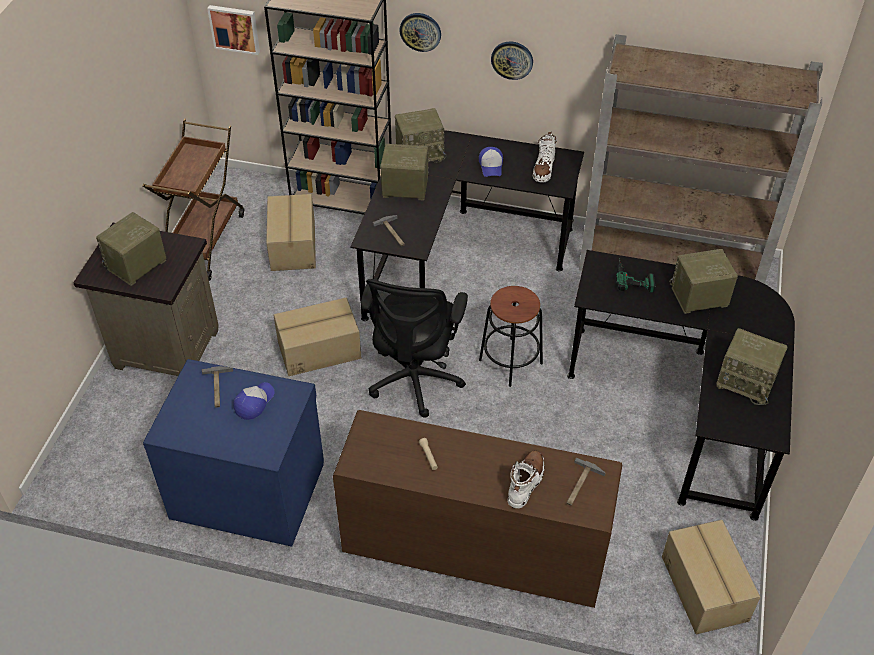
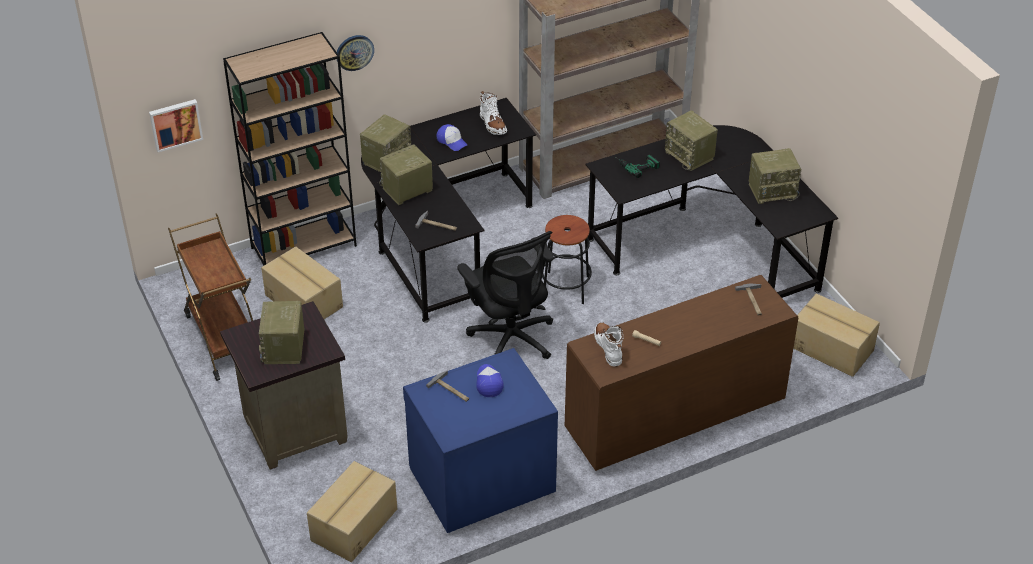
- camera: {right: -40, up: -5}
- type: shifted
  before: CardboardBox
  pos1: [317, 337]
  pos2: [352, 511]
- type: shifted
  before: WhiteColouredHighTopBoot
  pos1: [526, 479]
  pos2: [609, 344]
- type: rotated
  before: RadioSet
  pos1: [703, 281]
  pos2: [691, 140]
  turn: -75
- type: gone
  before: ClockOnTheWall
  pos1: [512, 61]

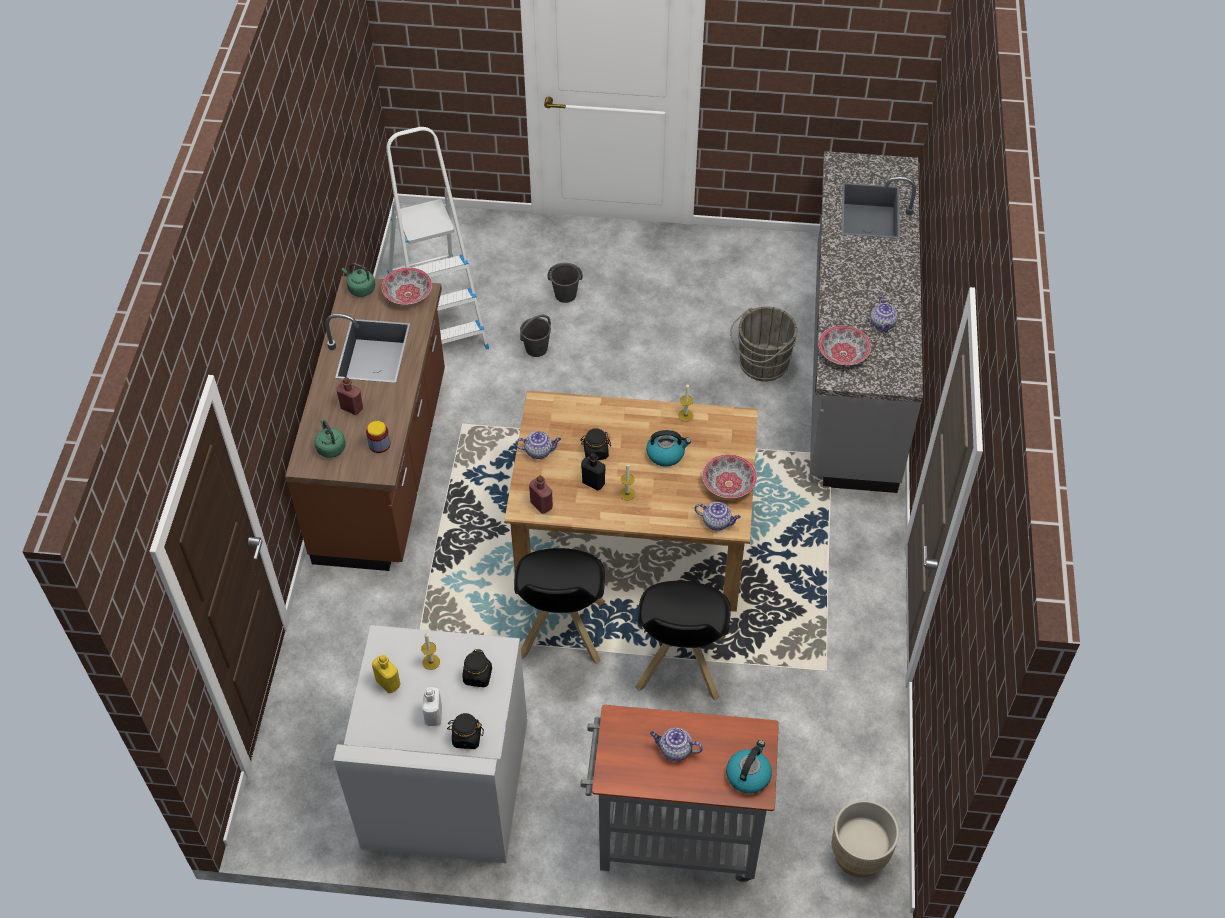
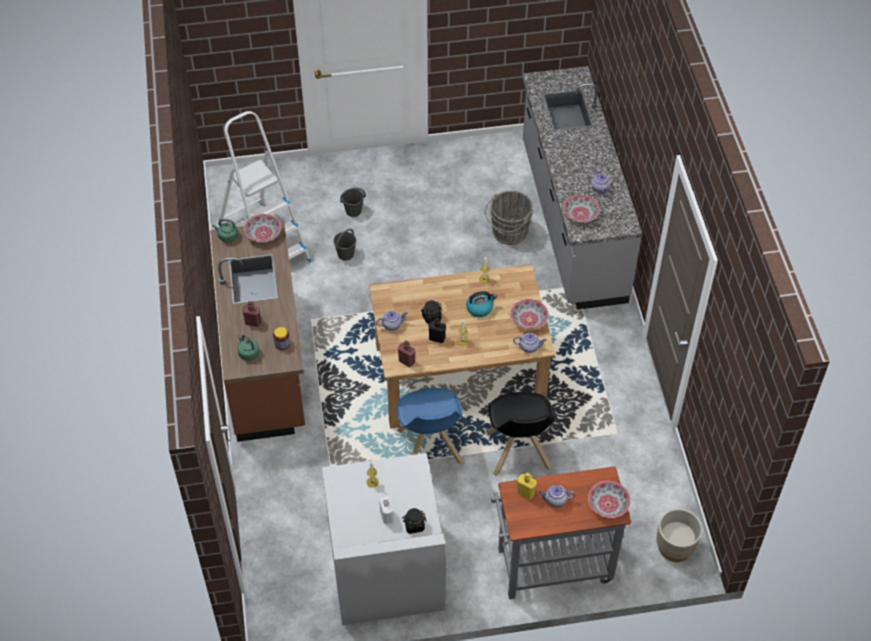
- camera: {right: -15, up: 0}
- type: repainted
  before: BlackColouredChair
  after: BluishChair
  pos1: [559, 606]
  pos2: [430, 426]
- type: shifted
  before: YellowishDrinkBottle
  pos1: [386, 674]
  pos2: [527, 486]
- type: swapped
  before: TeaKettle
  after: Bowl
  pos1: [749, 767]
  pos2: [609, 499]
- type: gone
  before: BlackColouredPreserveJar
  pos1: [477, 668]

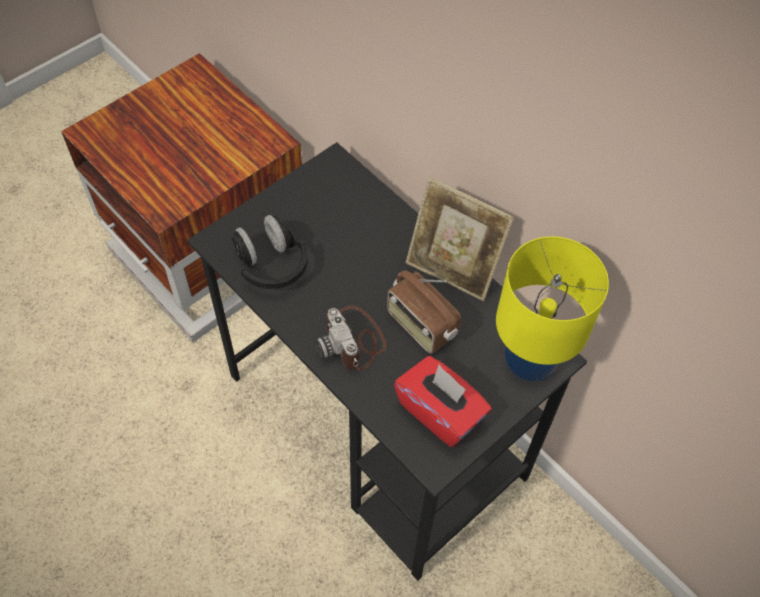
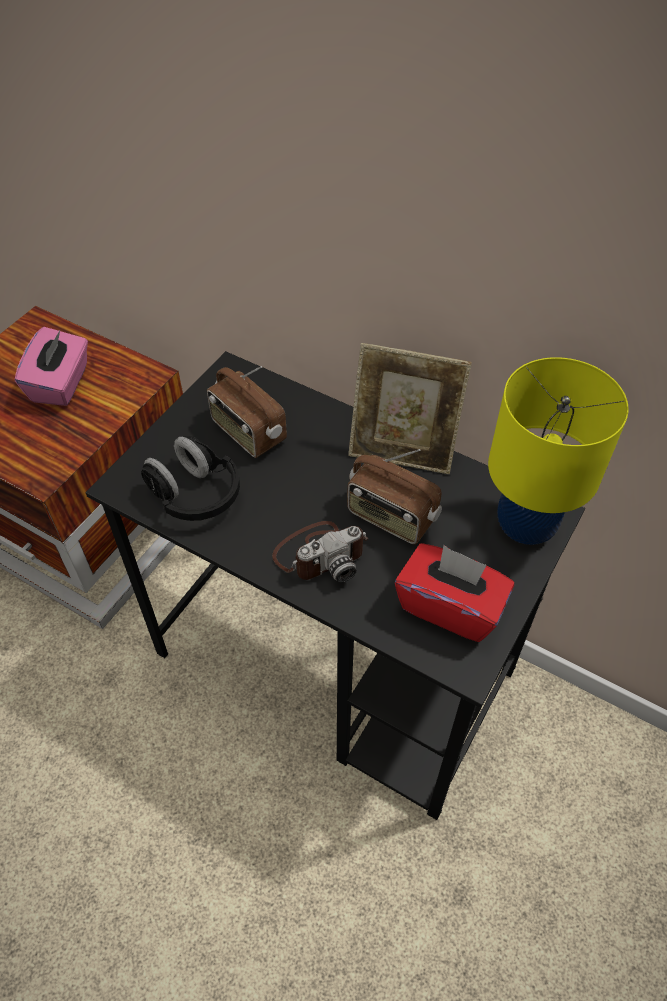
- camera: {right: -15, up: -5}
- type: new
  after: PinkTissueHolder
  pos2: [51, 366]
- type: new
  after: RadioSet
  pos2: [247, 412]
- type: rotated
  before: StillCamera
  pos1: [351, 338]
  pos2: [320, 551]
  turn: -75

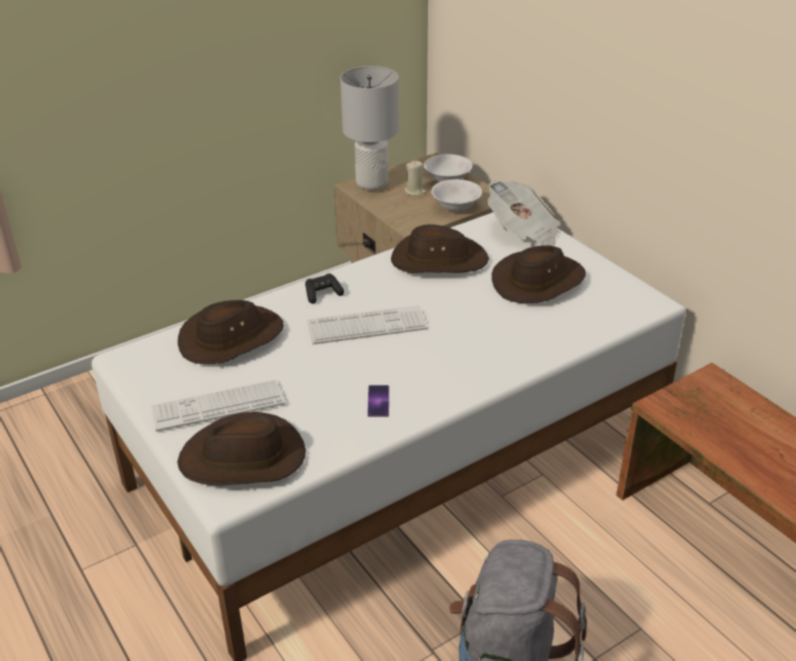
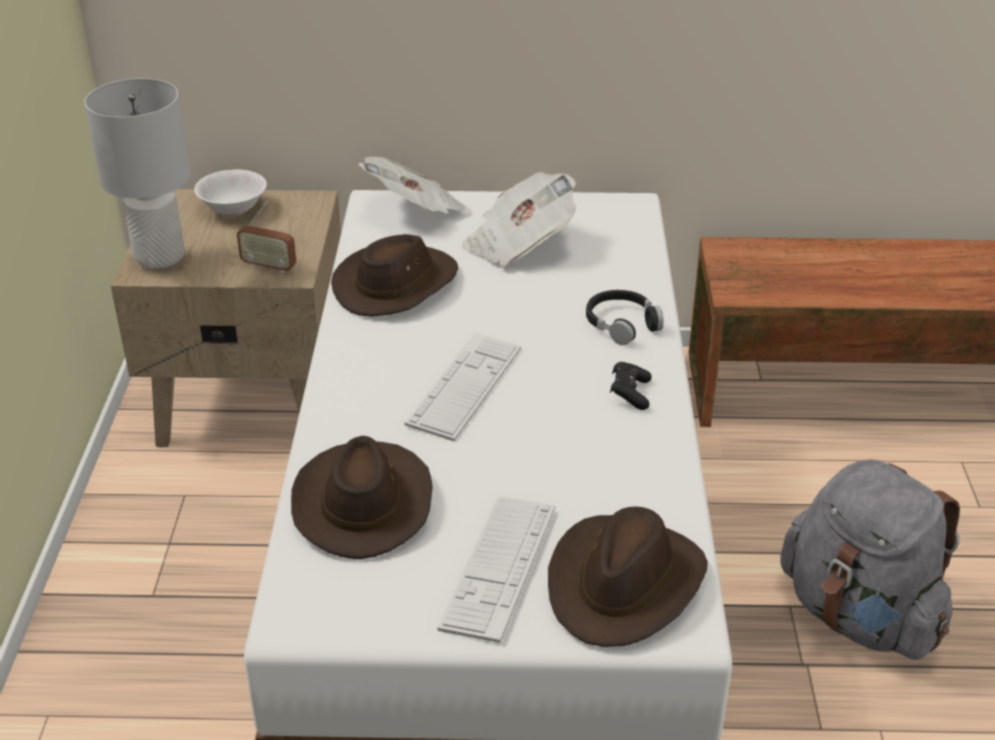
- camera: {right: -55, up: 0}
- type: new
  after: RadioSet
  pos2: [266, 237]
- type: swapped
  before: BrownWearableHat
  after: DailyPaper
  pos1: [539, 274]
  pos2: [519, 219]
- type: new
  after: BlackColouredPairOfHeadphones
  pos2: [625, 317]
- type: shifted
  before: BlackColouredGameController
  pos1: [324, 288]
  pos2: [631, 386]
- type: gone
  before: Phone
  pos1: [378, 401]
- type: gone
  before: BeigeColouredWaxCandle
  pos1: [415, 178]
- type: gone
  before: WhiteColouredBowl
  pos1: [456, 195]

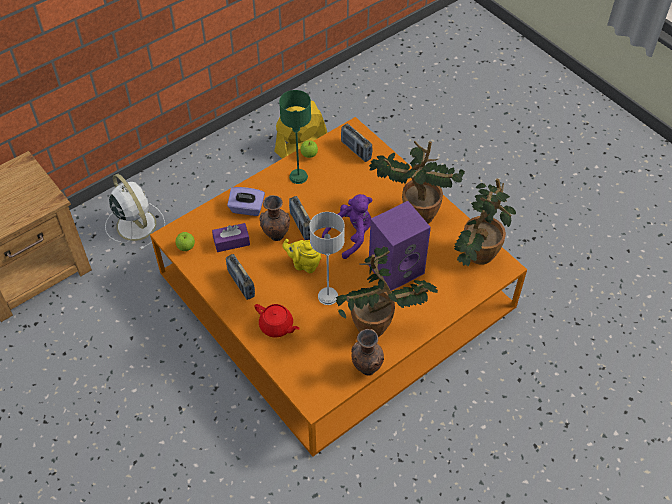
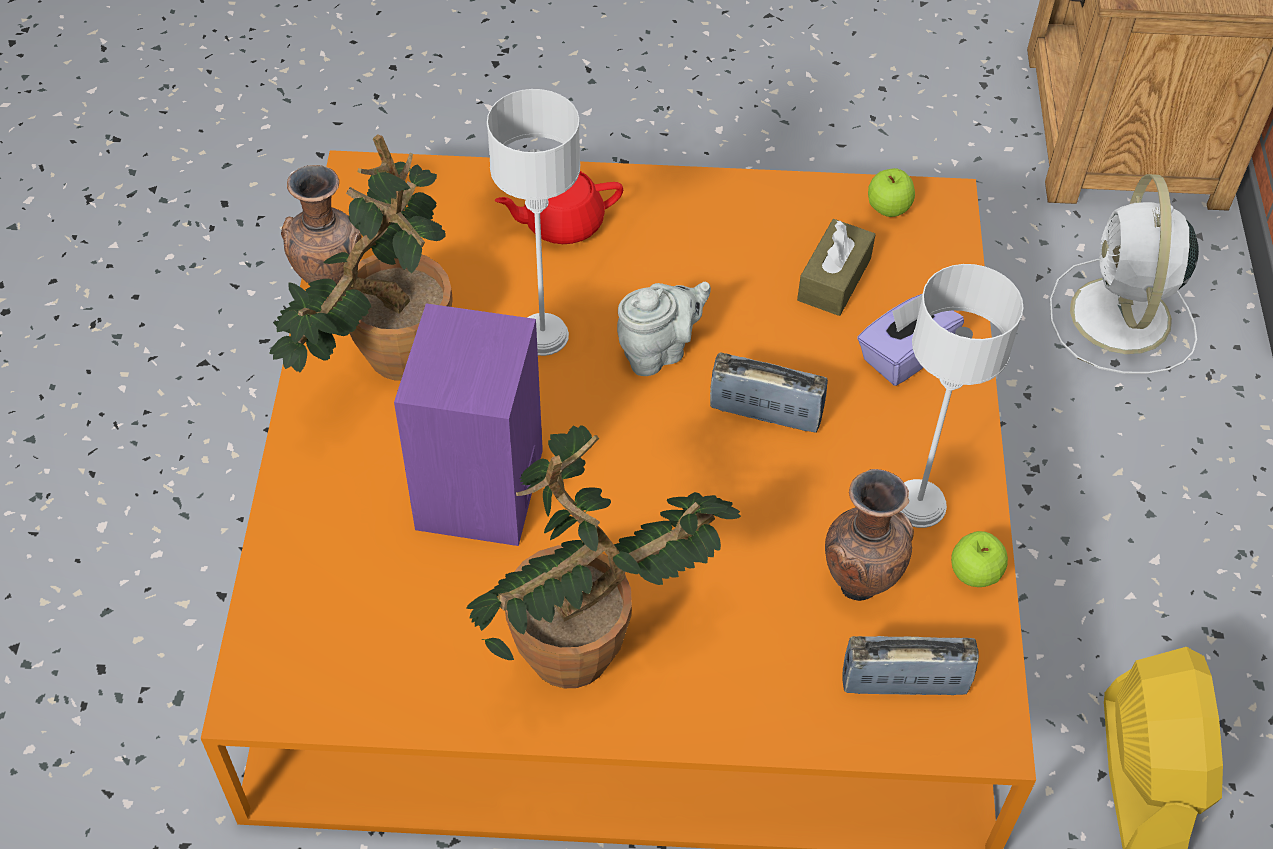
- camera: {right: 130, up: 0}
- type: repainted
  before: YellowishTeaPot
  after: GreyishTeaPot
  pos1: [302, 256]
  pos2: [664, 329]
- type: repainted
  before: PurplishTissueHolder
  after: BrownTissueHolder
  pos1: [231, 237]
  pos2: [836, 267]
- type: shifted
  before: BrownVase
  pos1: [275, 218]
  pos2: [869, 535]
- type: repainted
  before: GreenLampForATable
  after: GreyishLampForATable
  pos1: [295, 137]
  pos2: [962, 396]
- type: rotated
  before: WhiteColouredCoolingFan
  pos1: [135, 211]
  pos2: [1124, 274]
  turn: 90
- type: gone
  before: RadioSet
  pos1: [240, 277]
- type: gone
  before: PurplishSoftToy
  pos1: [347, 226]
- type: gone
  before: PottedPlant
  pos1: [485, 222]

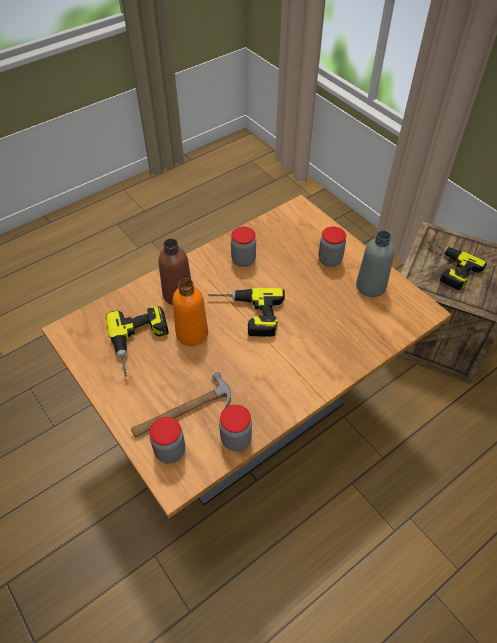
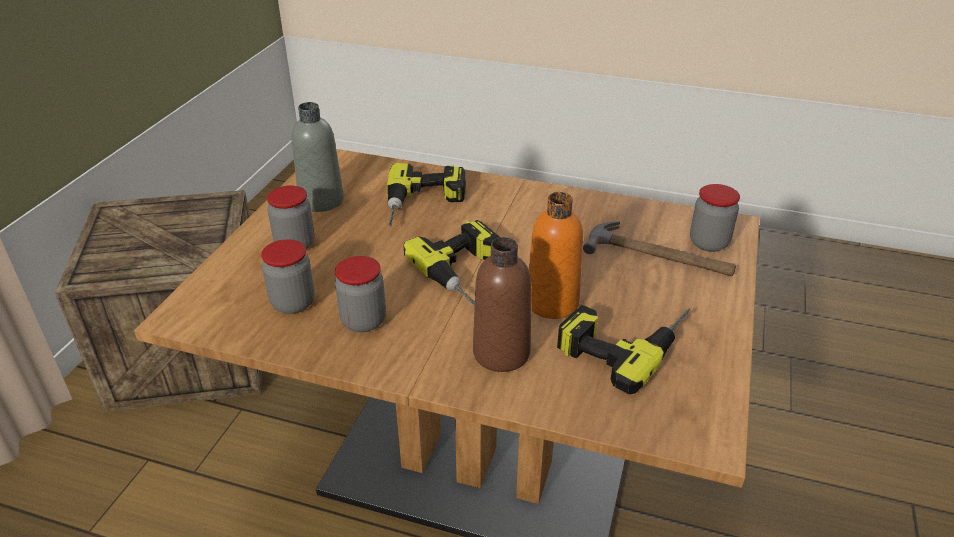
- camera: {right: -125, up: -15}
- type: shifted
  before: PreserveJar
  pos1: [235, 428]
  pos2: [287, 276]
- type: shifted
  before: ElectricDrill
  pos1: [456, 265]
  pos2: [426, 195]

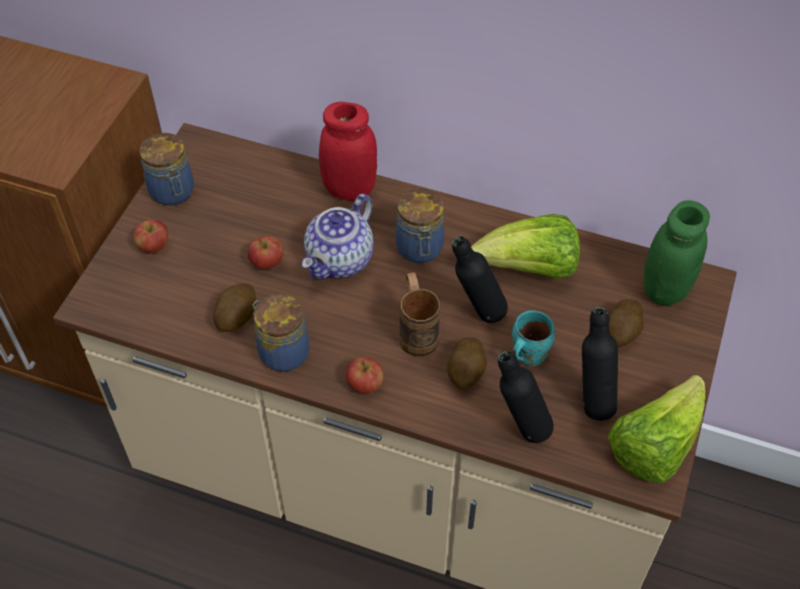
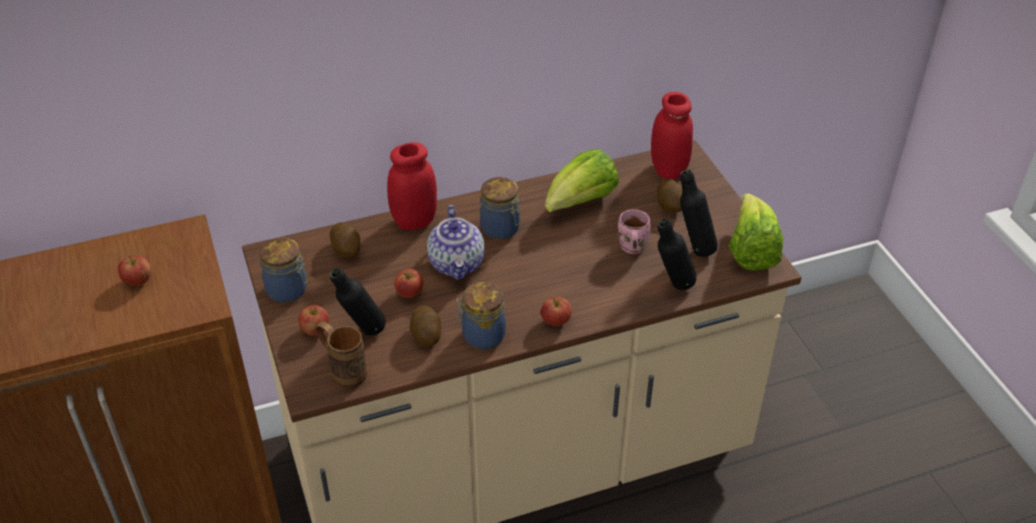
- camera: {right: -40, up: -10}
- type: new
  after: AppleFruit
  pos2: [134, 271]
- type: shifted
  before: BrownCoffeeMug
  pos1: [420, 314]
  pos2: [341, 354]
- type: shifted
  before: WholePotato
  pos1: [467, 363]
  pos2: [345, 240]
- type: shifted
  before: BlackColouredDrinkBottle
  pos1: [480, 279]
  pos2: [358, 302]
- type: repainted
  before: TurquoiseColouredCoffeeMug
  after: PinkCoffeeMug
  pos1: [533, 338]
  pos2: [634, 231]
- type: repainted
  before: GreenPreserveJar
  after: RedPreserveJar
  pos1: [677, 253]
  pos2: [672, 135]

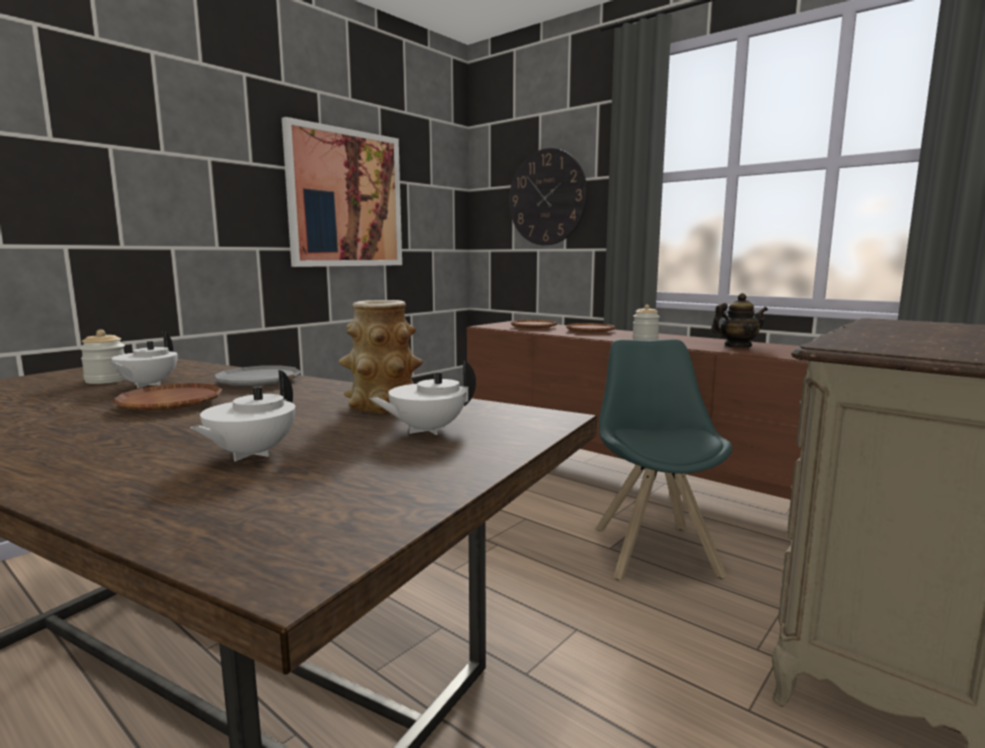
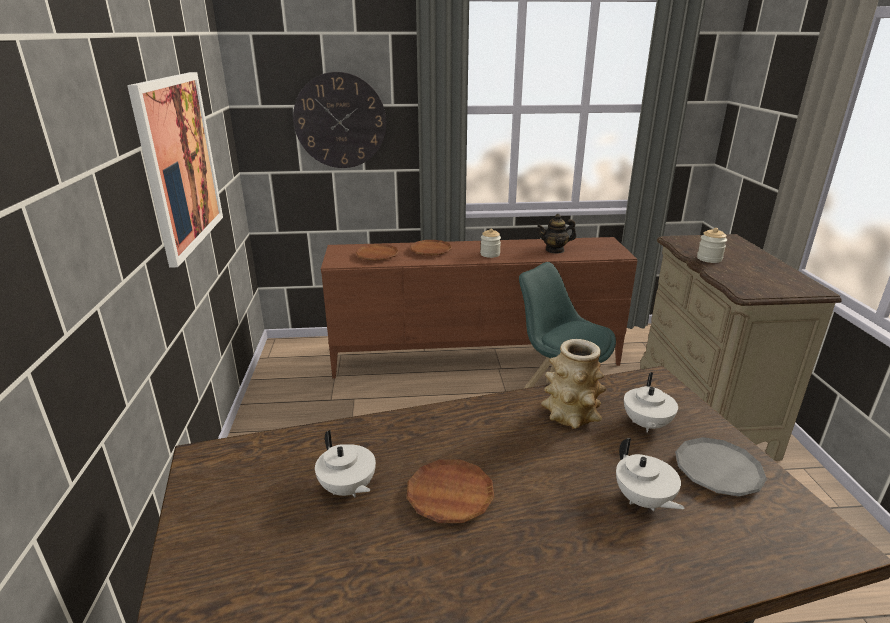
- camera: {right: -45, up: 15}
- type: rotated
  before: TeaPot
  pos1: [739, 320]
  pos2: [556, 234]
  turn: -135
- type: shifted
  before: GreyishDinnerPlate
  pos1: [257, 375]
  pos2: [721, 467]
- type: shifted
  before: PreserveJar
  pos1: [103, 357]
  pos2: [712, 245]

